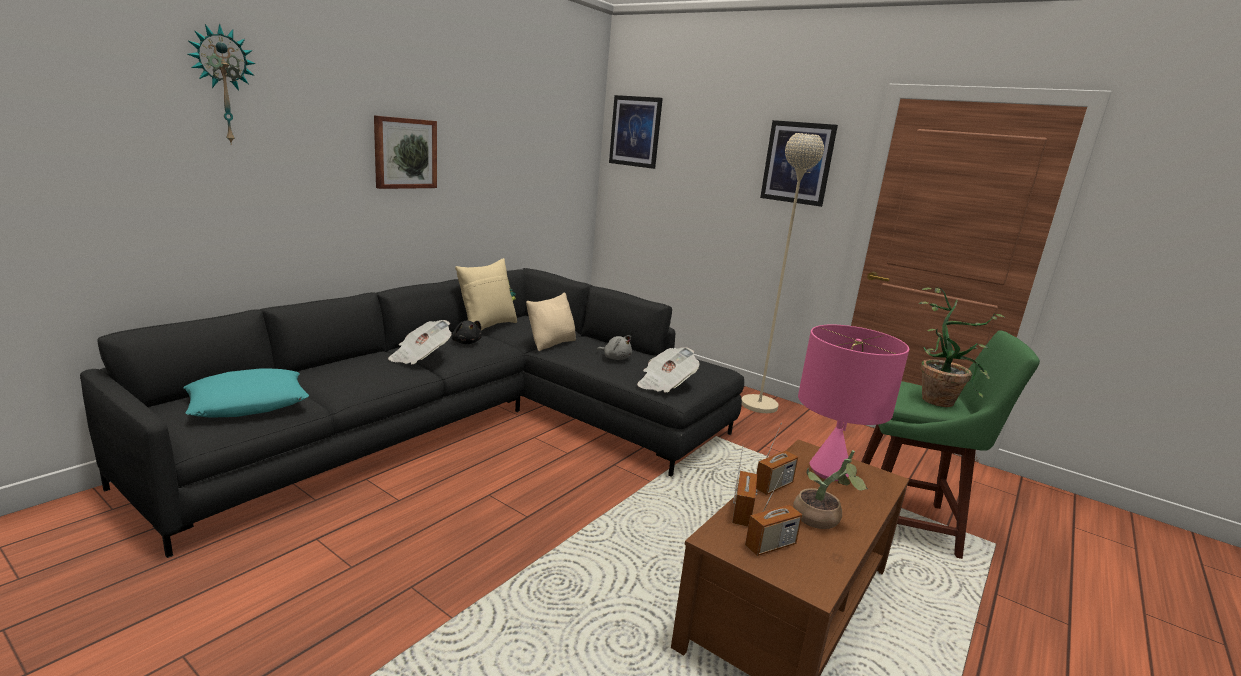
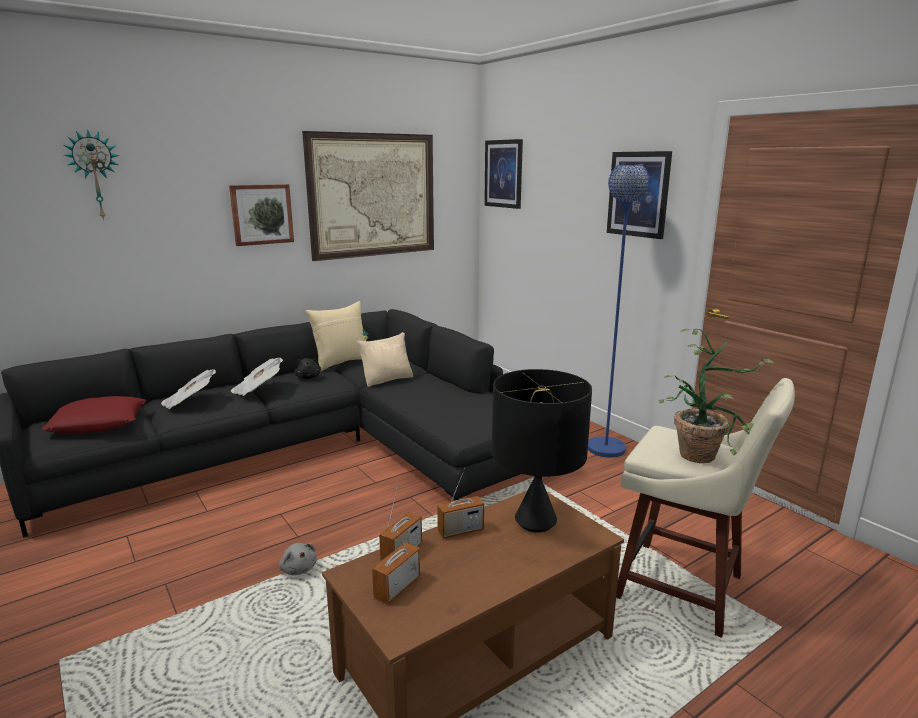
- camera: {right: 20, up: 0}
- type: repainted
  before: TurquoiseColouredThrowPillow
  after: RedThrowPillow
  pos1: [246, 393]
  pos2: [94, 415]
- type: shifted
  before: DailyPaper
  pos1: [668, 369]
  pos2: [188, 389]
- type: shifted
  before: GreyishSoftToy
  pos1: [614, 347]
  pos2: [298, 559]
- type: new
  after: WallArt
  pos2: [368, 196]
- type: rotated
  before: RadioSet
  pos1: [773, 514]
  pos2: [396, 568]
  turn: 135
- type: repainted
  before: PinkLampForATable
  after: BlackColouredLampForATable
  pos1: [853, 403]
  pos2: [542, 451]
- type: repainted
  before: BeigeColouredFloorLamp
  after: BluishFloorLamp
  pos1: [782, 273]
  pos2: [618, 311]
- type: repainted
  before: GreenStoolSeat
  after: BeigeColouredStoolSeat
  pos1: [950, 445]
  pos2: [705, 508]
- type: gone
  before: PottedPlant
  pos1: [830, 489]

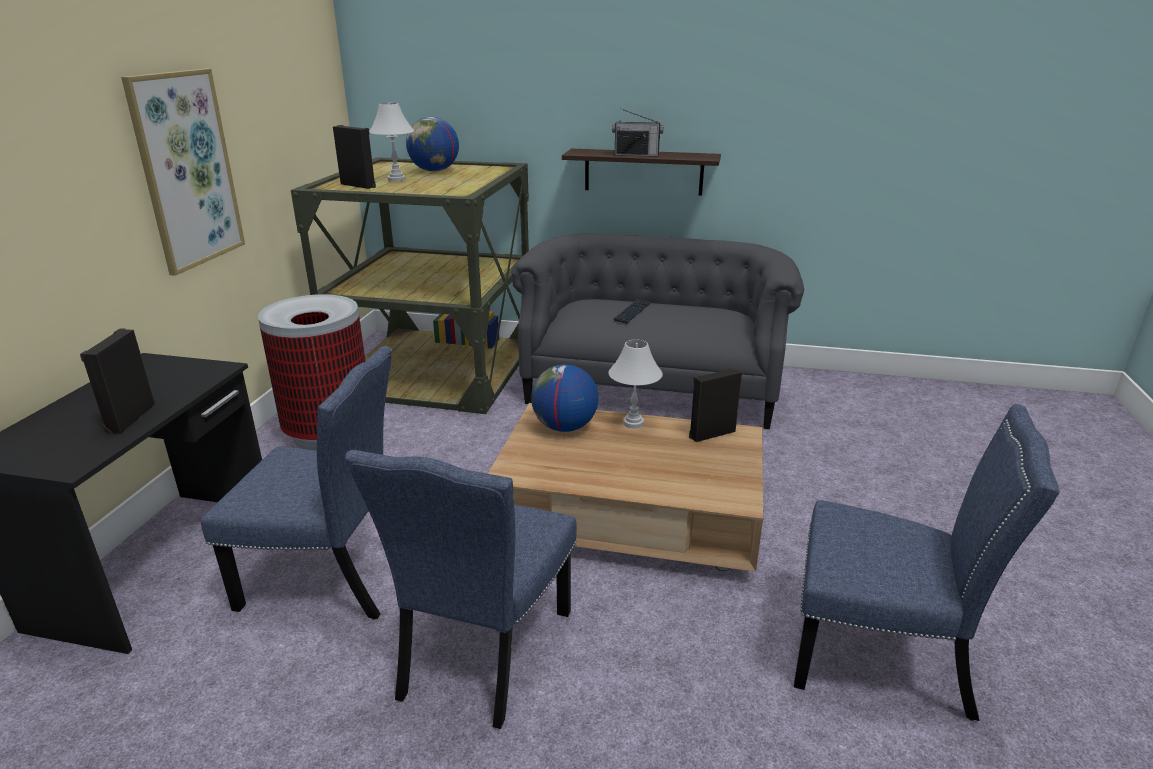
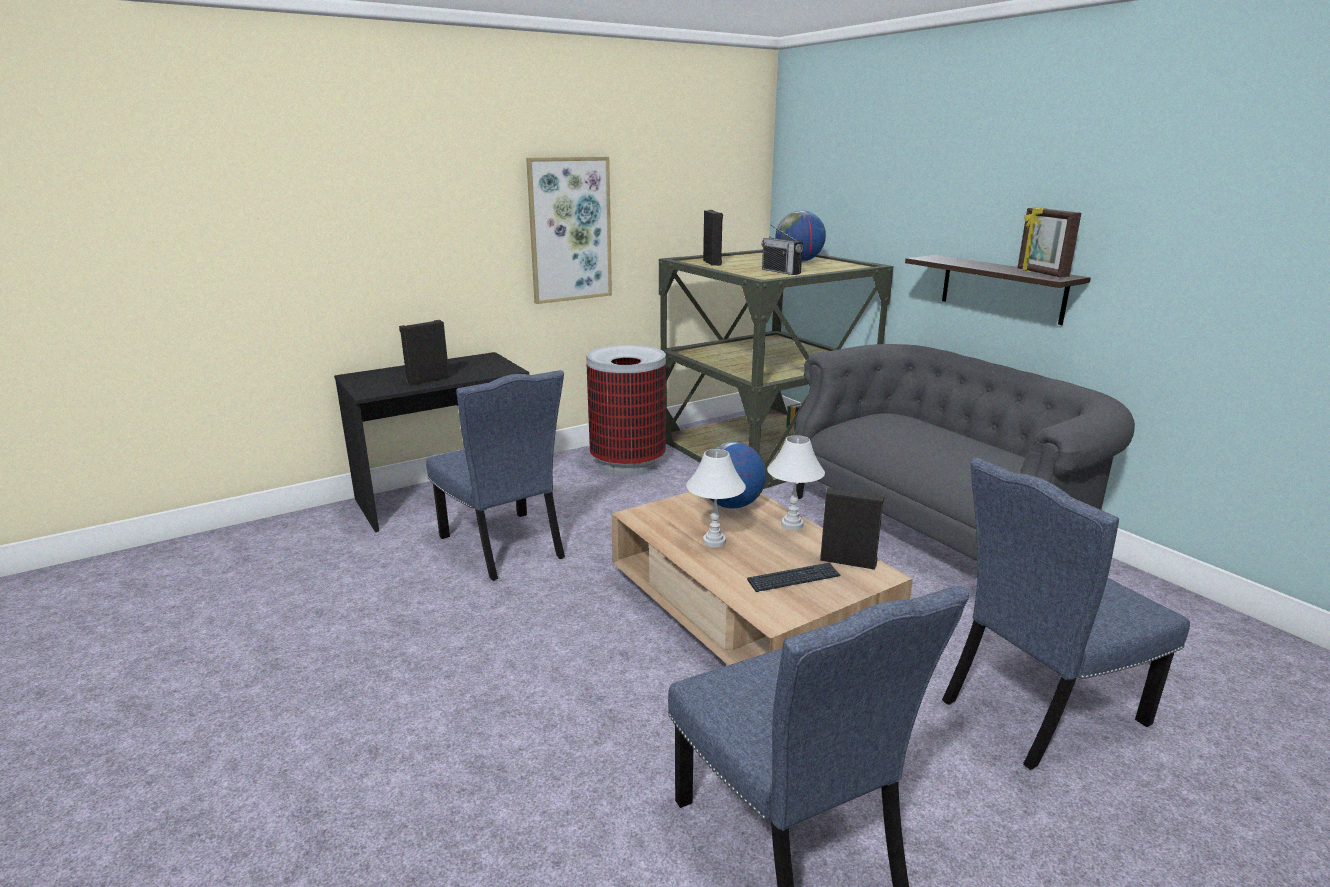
- camera: {right: 45, up: -5}
- type: shifted
  before: WhiteColouredLampForATable
  pos1: [391, 142]
  pos2: [716, 498]
- type: shifted
  before: Keyboard
  pos1: [632, 311]
  pos2: [794, 577]
- type: shifted
  before: RadioSet
  pos1: [638, 132]
  pos2: [782, 250]
- type: shifted
  before: BluishChair
  pos1: [461, 589]
  pos2: [1066, 614]
- type: new
  after: StandingFrame
  pos2: [1049, 242]

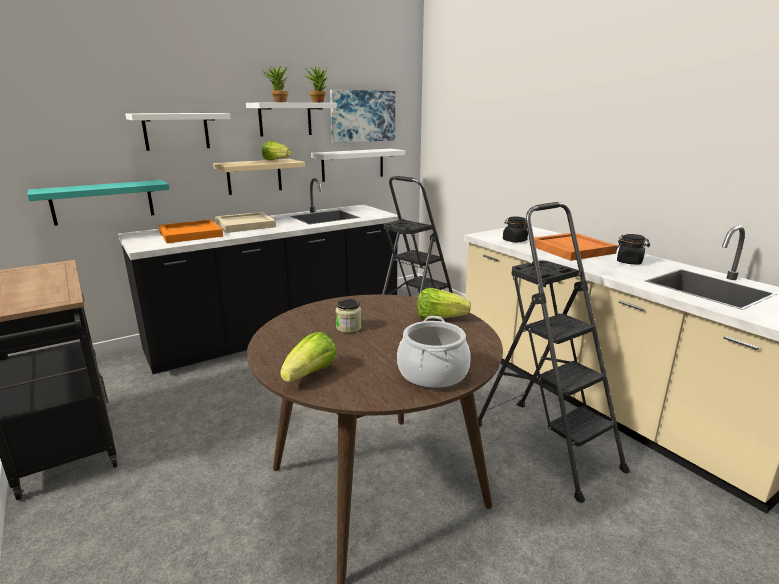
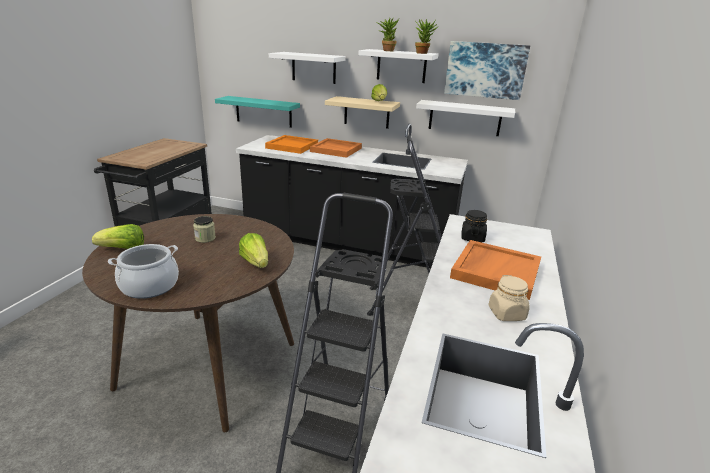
- camera: {right: 50, up: 5}
- type: repainted
  before: BeigeColouredTray
  after: OrangeTray
  pos1: [245, 222]
  pos2: [336, 148]
- type: repainted
  before: BlackColouredPreserveJar
  after: BeigeColouredPreserveJar
  pos1: [632, 249]
  pos2: [509, 298]

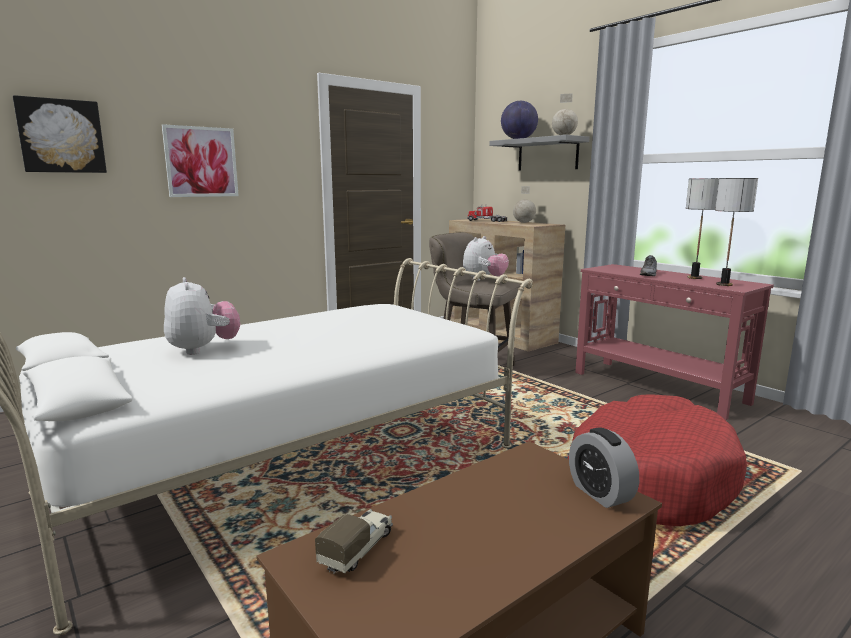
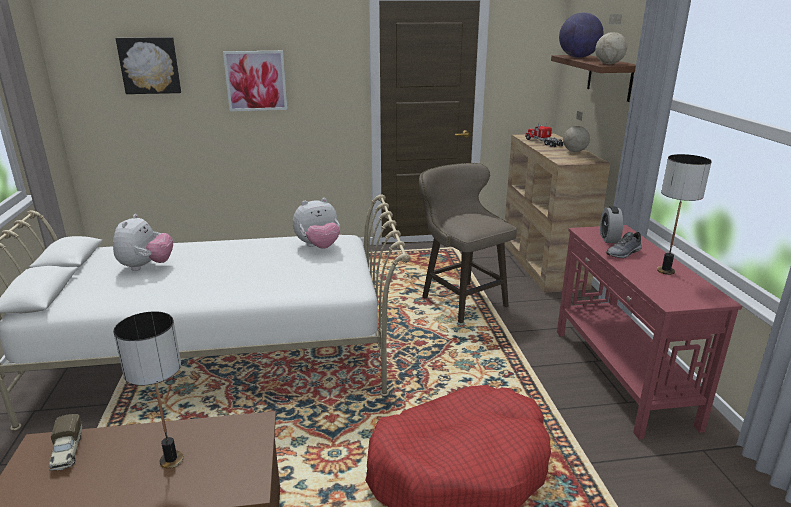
- camera: {right: 30, up: 10}
- type: rotated
  before: ModelTruck
  pos1: [354, 541]
  pos2: [65, 442]
  turn: 105
- type: shifted
  before: LampForATable
  pos1: [736, 232]
  pos2: [148, 390]
- type: shifted
  before: SoftToy
  pos1: [486, 258]
  pos2: [316, 223]
- type: repainted
  before: GreyishShelf
  after: BrownShelf
  pos1: [539, 153]
  pos2: [593, 78]
- type: shifted
  before: AlarmClock
  pos1: [604, 467]
  pos2: [611, 224]

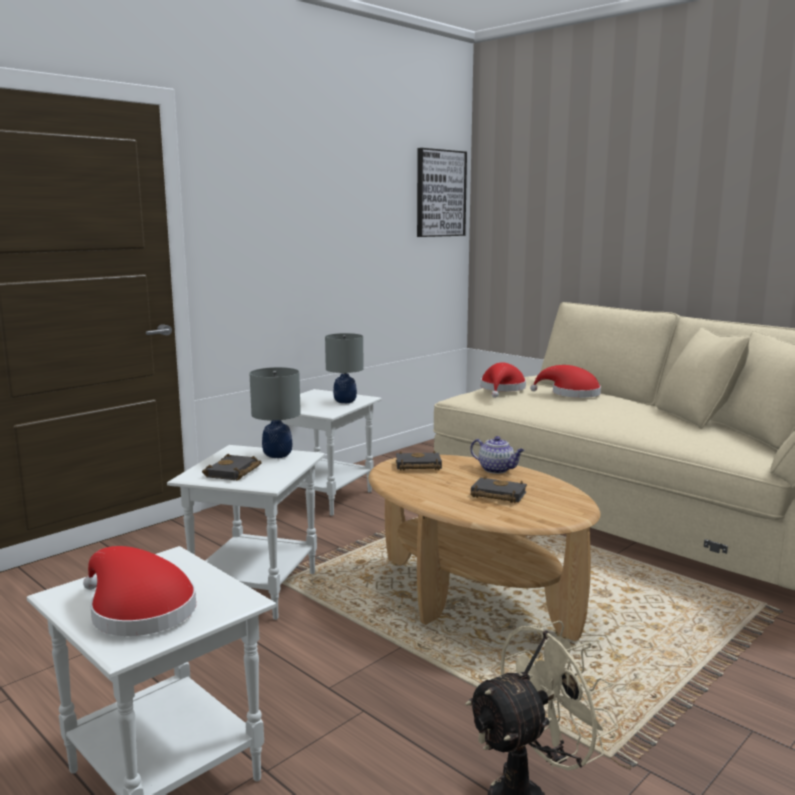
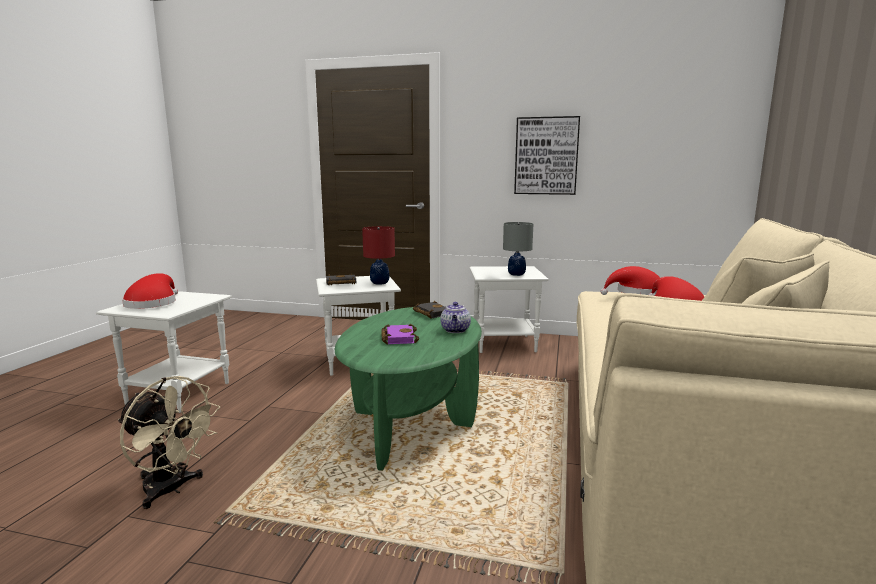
- camera: {right: 60, up: 0}
- type: repainted
  before: BrownCoffeeTable
  after: GreenCoffeeTable
  pos1: [484, 548]
  pos2: [408, 389]
- type: repainted
  before: GreyishLampForATable
  after: RedLampForATable
  pos1: [275, 412]
  pos2: [378, 255]
- type: repainted
  before: BlackColouredBoundBook
  after: PurplishBoundBook
  pos1: [499, 489]
  pos2: [400, 334]
- type: shifted
  before: WallArt
  pos1: [442, 192]
  pos2: [547, 155]

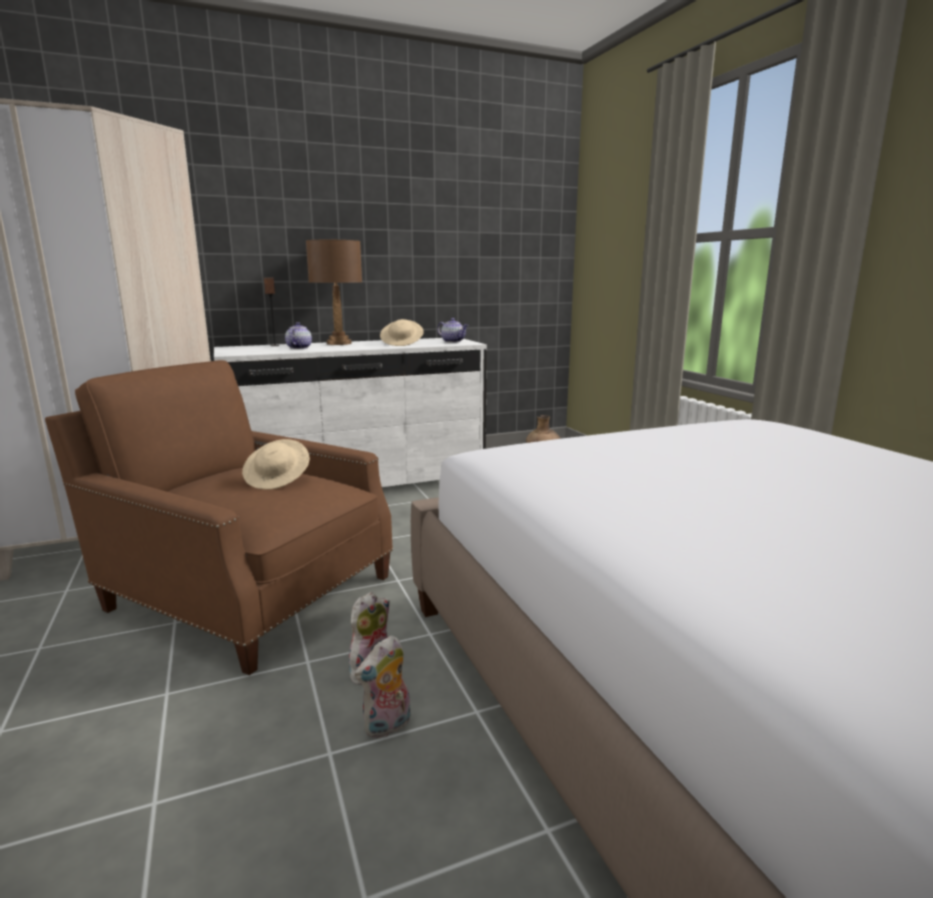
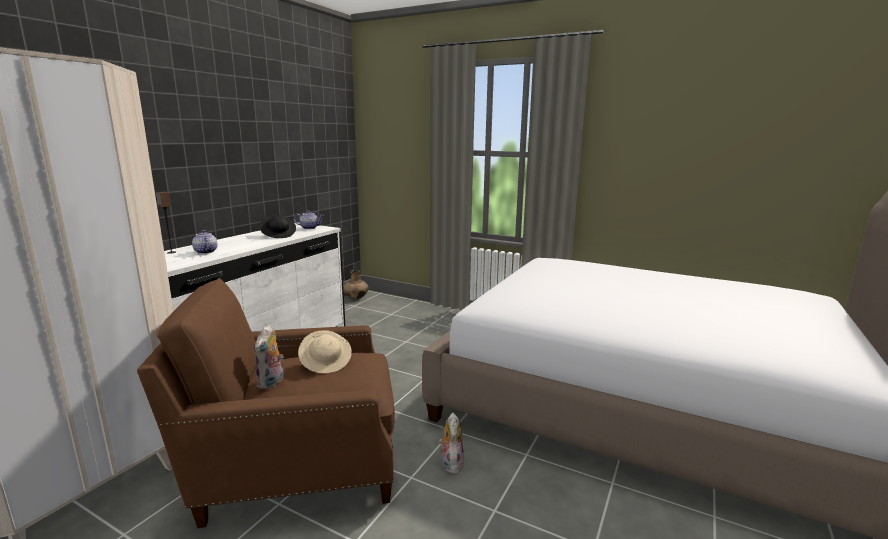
- camera: {right: -40, up: 0}
- type: shifted
  before: SoftToy
  pos1: [383, 686]
  pos2: [269, 357]
- type: repainted
  before: BeigeColouredWearableHat
  after: BlackColouredWearableHat
  pos1: [402, 332]
  pos2: [277, 227]
- type: gone
  before: BrownLampForATable
  pos1: [334, 292]

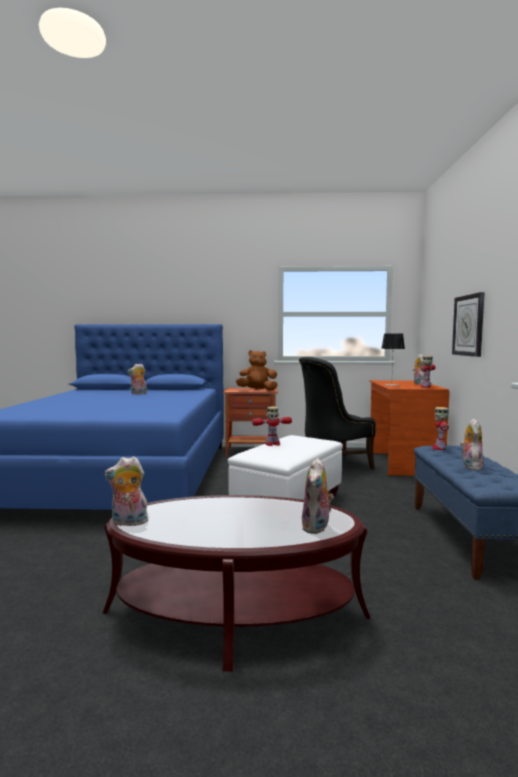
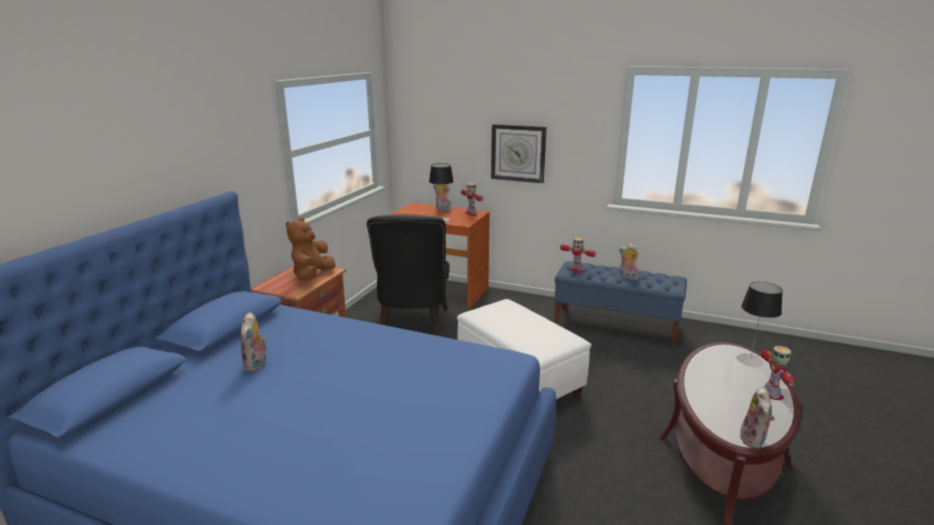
- camera: {right: -70, up: 15}
- type: swapped
  before: SoftToy
  after: LampForATable
  pos1: [318, 496]
  pos2: [760, 324]
- type: shifted
  before: RobotFigure
  pos1: [272, 426]
  pos2: [778, 373]

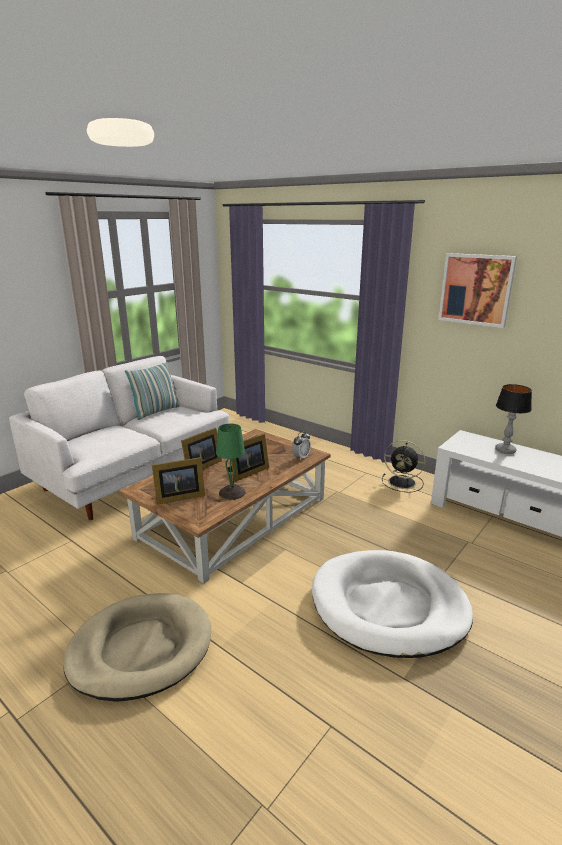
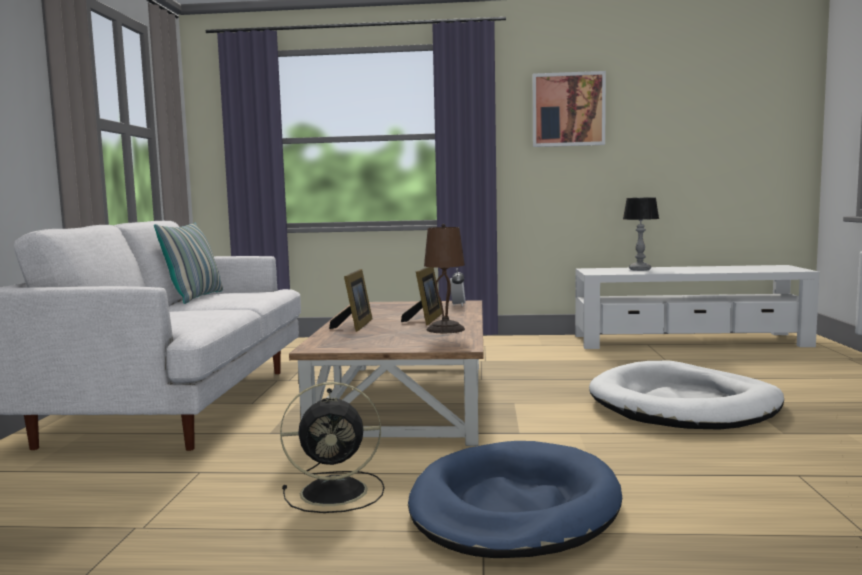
- camera: {right: -35, up: -15}
- type: shifted
  before: BlackColouredCoolingFan
  pos1: [403, 466]
  pos2: [332, 447]
- type: repainted
  before: BeigeColouredPetBed
  after: BluishPetBed
  pos1: [137, 647]
  pos2: [515, 499]
- type: repainted
  before: GreenLampForATable
  after: BrownLampForATable
  pos1: [231, 462]
  pos2: [444, 278]
- type: gone
  before: StandingFrame
  pos1: [178, 481]

